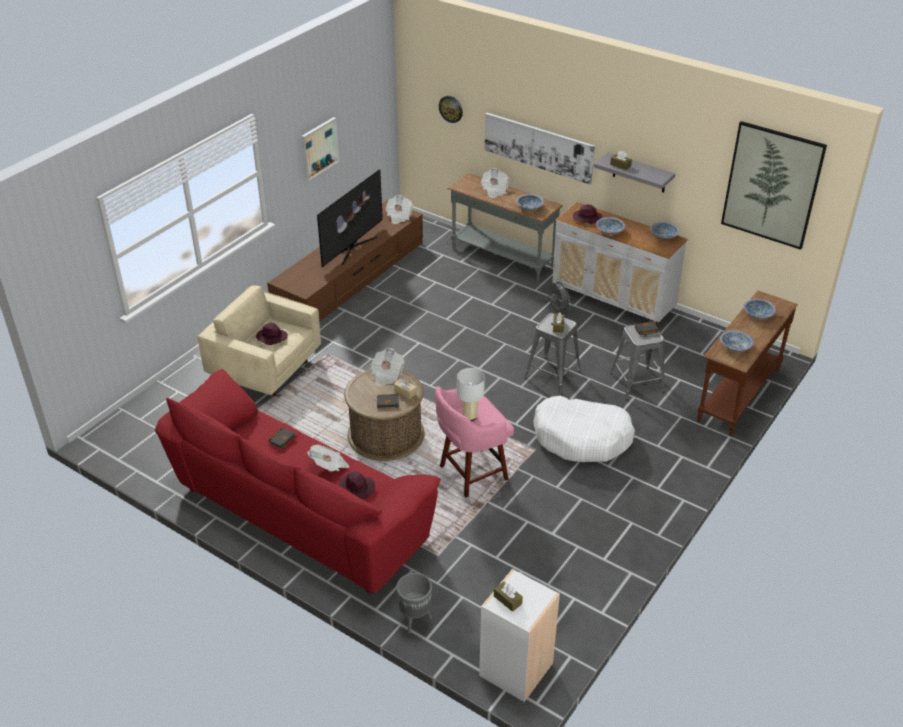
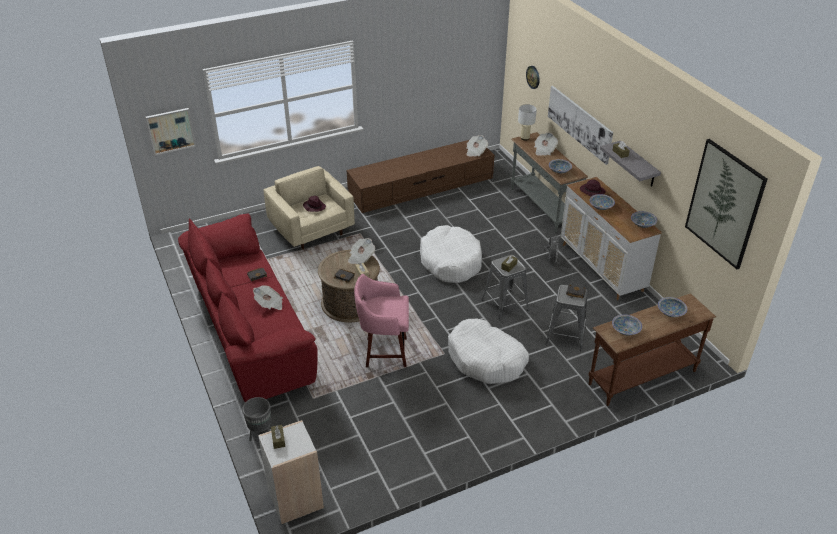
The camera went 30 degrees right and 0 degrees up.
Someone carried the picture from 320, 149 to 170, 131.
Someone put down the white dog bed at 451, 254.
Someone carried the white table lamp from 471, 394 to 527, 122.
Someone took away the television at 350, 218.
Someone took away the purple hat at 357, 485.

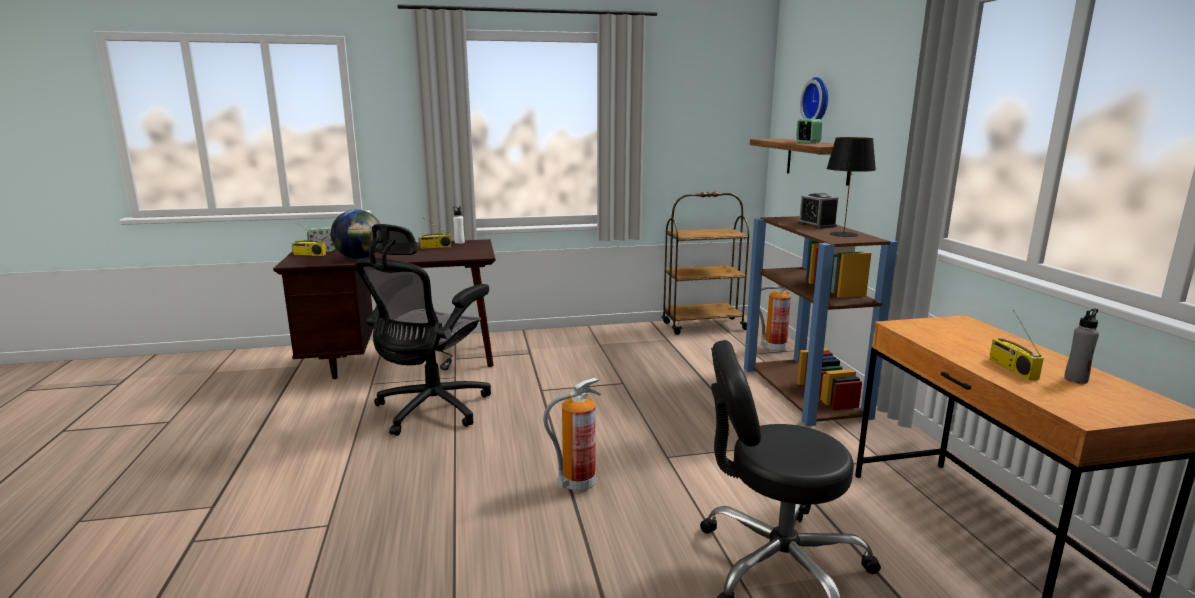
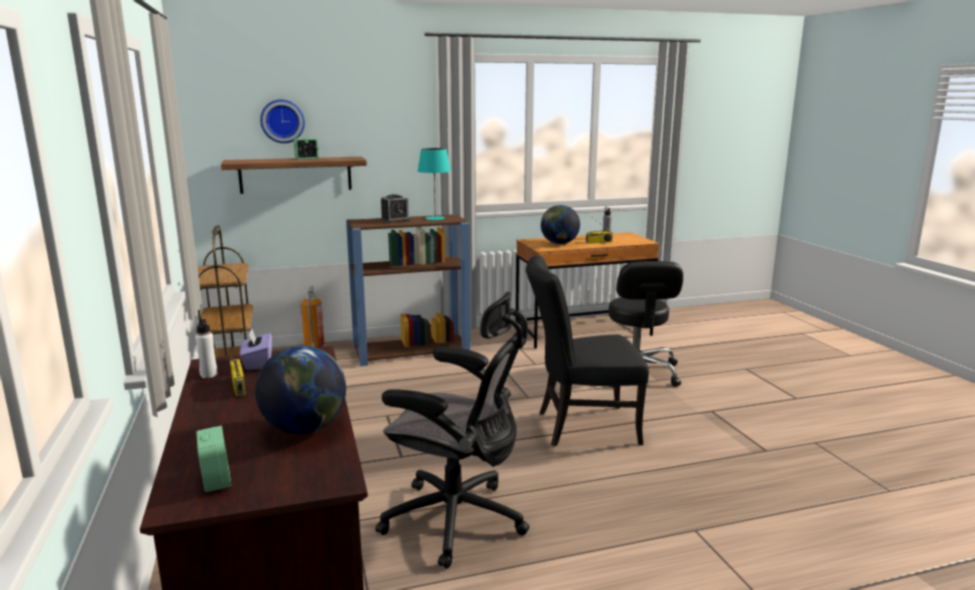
The camera went 95 degrees left and 0 degrees up.
Someone put down the purple tissue box at 256, 349.
Someone repainted the black table lamp at 851, 187, which became the turquoise table lamp at 434, 184.
Someone swapped the fire extinguisher at 572, 434 for the black chair at 587, 350.
Someone put down the globe at 560, 224.
Someone took away the radio at 309, 240.

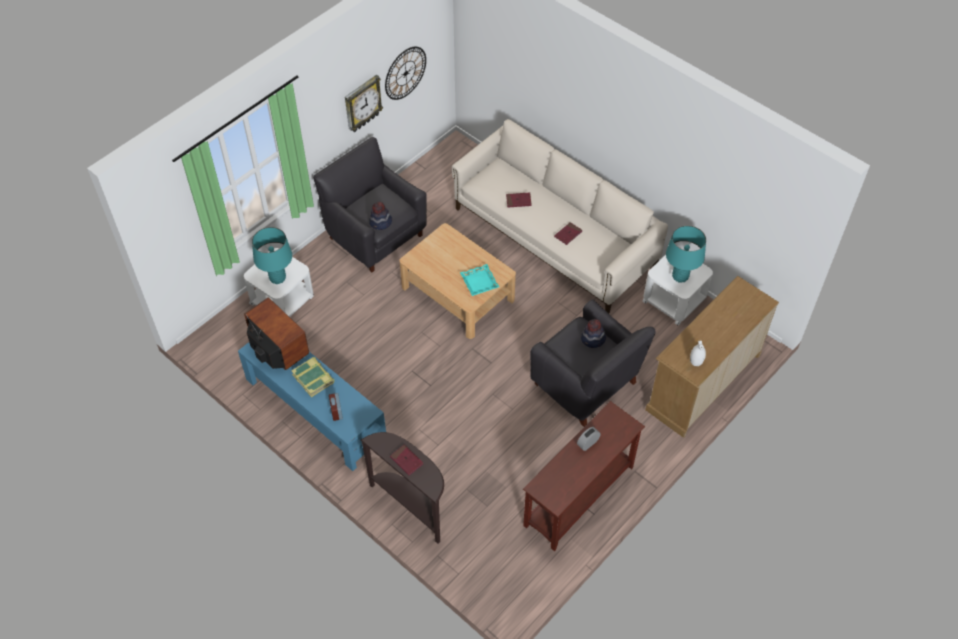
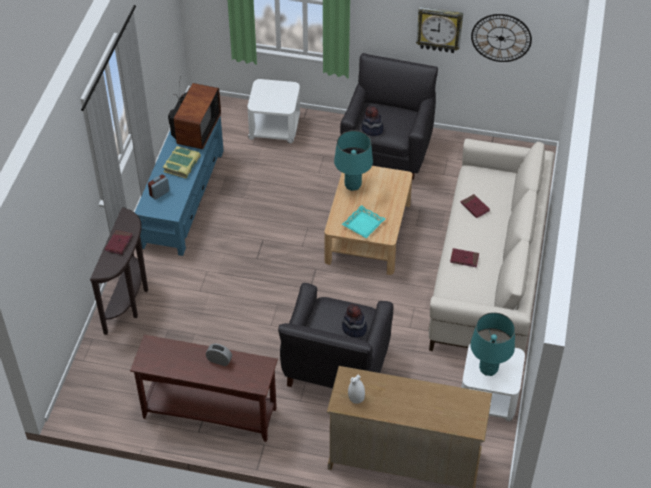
The camera went 60 degrees right and 5 degrees down.
Someone carried the turquoise table lamp from 272, 255 to 353, 160.

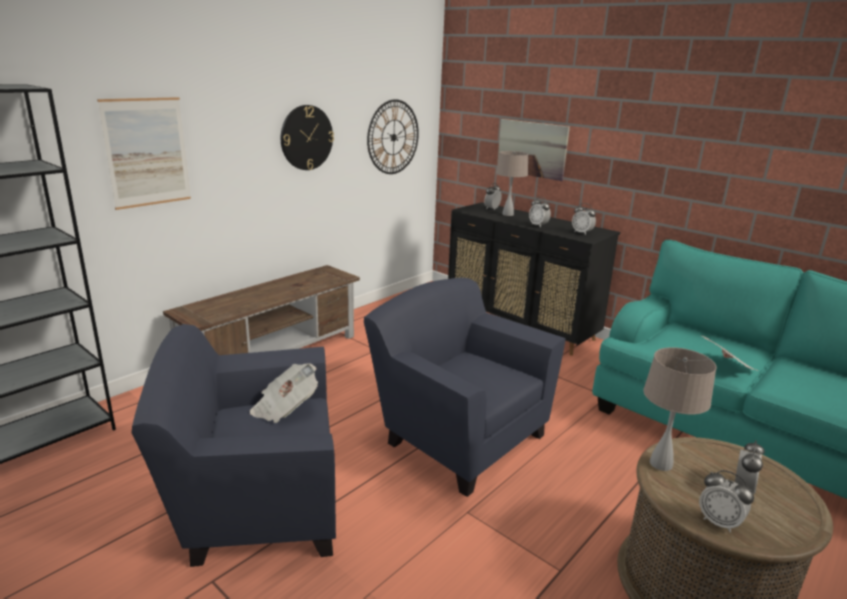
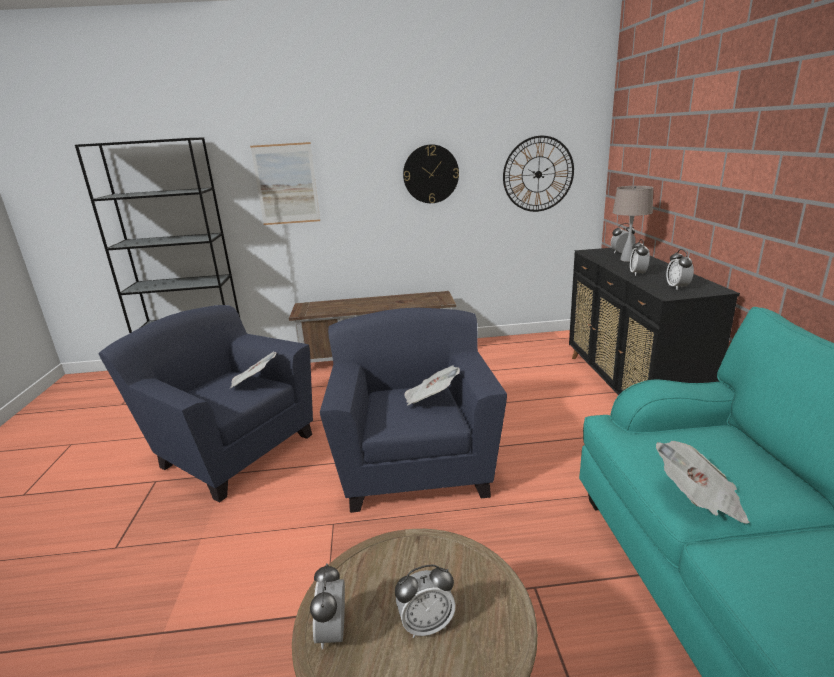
The camera went 45 degrees right and 0 degrees up.
Someone put down the newspaper at 432, 385.
Someone took away the picture at 533, 150.
Someone took away the beige table lamp at 680, 409.

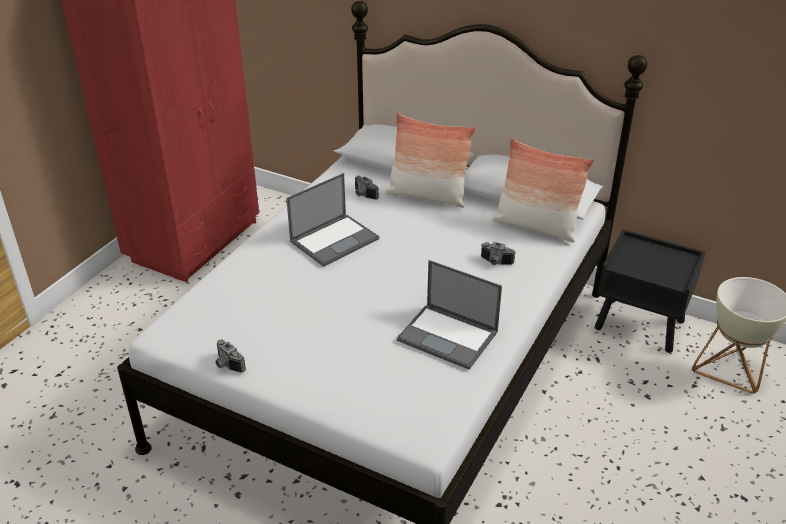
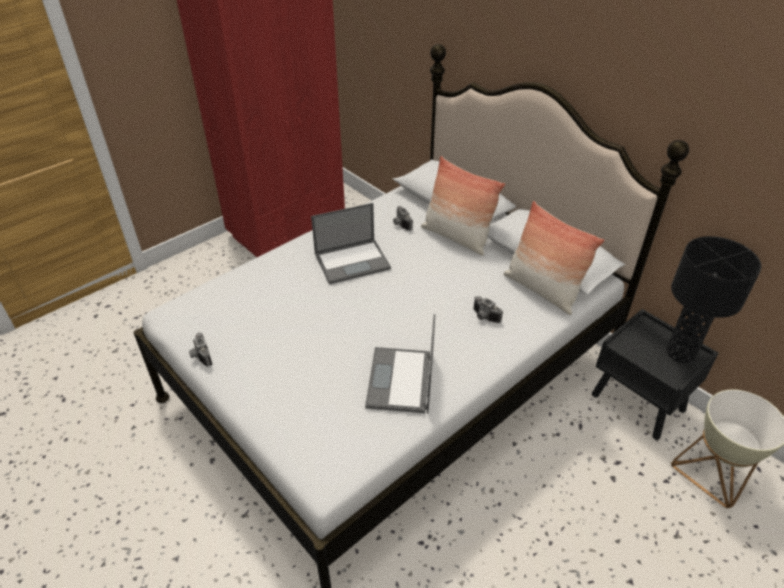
The camera went 20 degrees right and 5 degrees up.
Someone rotated the laptop at 449, 315 by 45 degrees clockwise.
Someone put down the black table lamp at 714, 299.

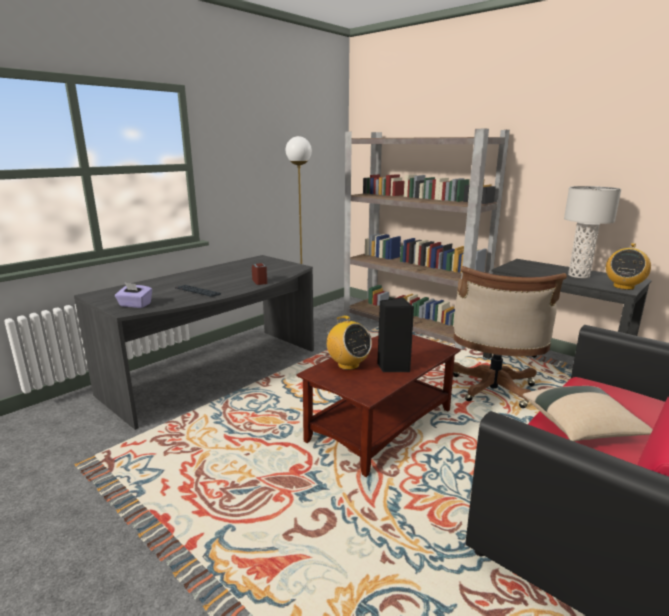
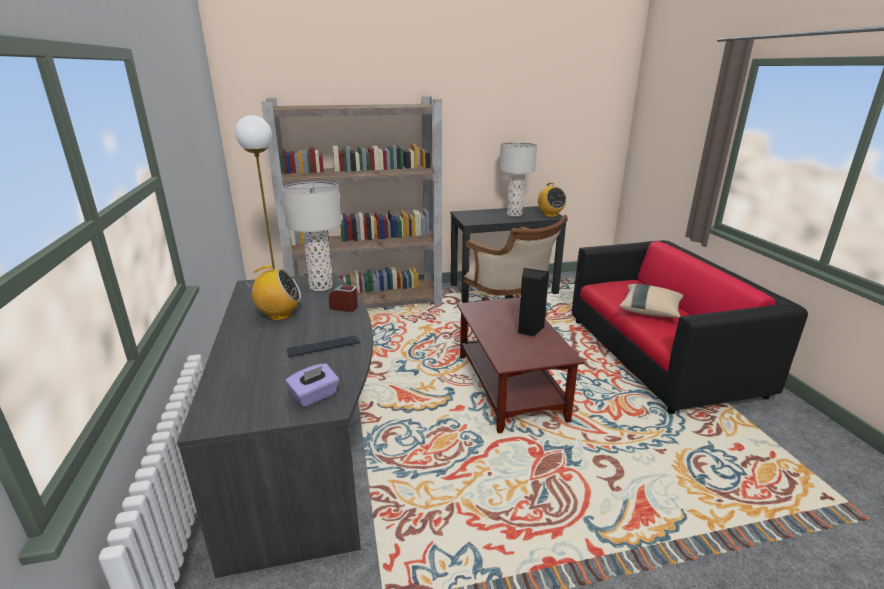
The camera went 55 degrees left and 5 degrees up.
Someone carried the radio from 348, 343 to 276, 293.
Someone put down the white table lamp at 312, 236.

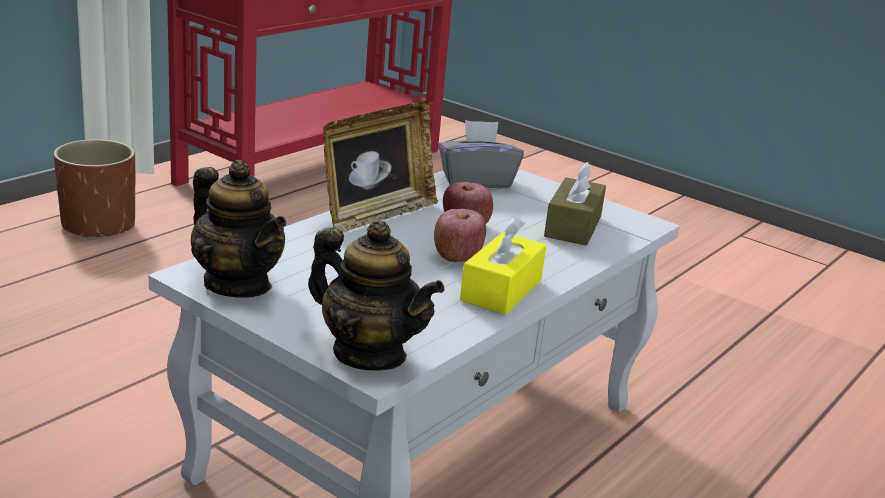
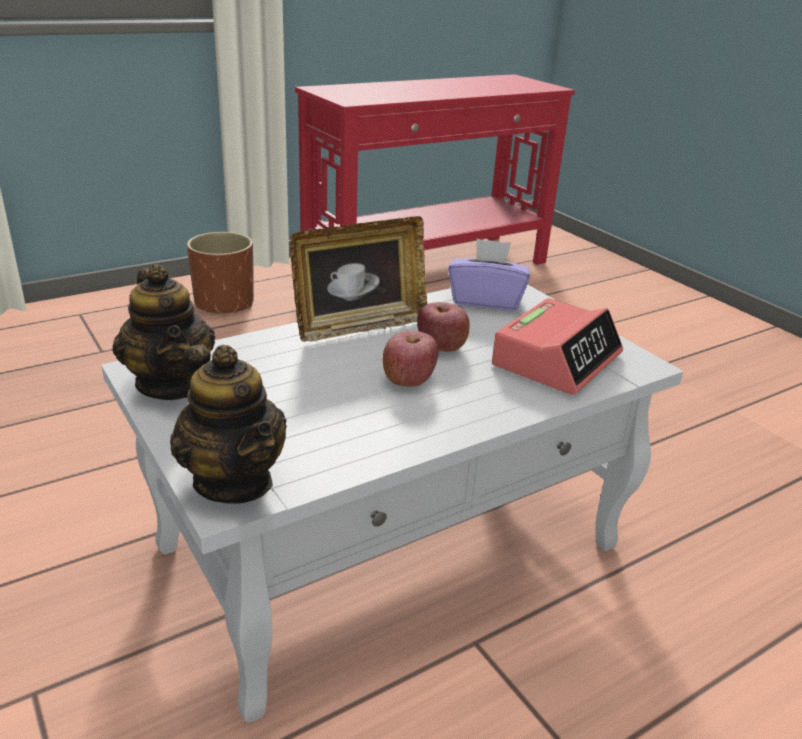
The camera went 20 degrees right and 5 degrees up.
Someone repainted the grey tissue box at 481, 154, which became the purple tissue box at 489, 274.
Someone swapped the brown tissue box at 575, 204 for the alarm clock at 557, 346.
Someone took away the yellow tissue box at 503, 266.

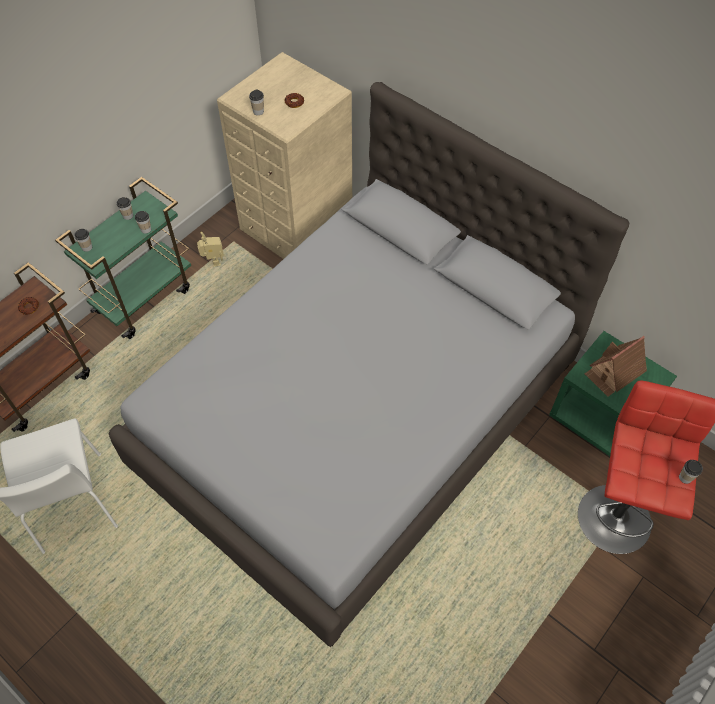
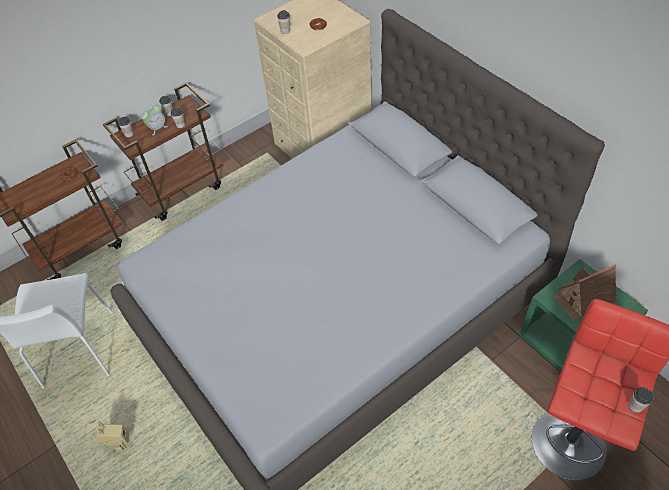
The camera went 15 degrees right and 5 degrees down.
Someone carried the toy robot from 210, 249 to 111, 436.
Someone repainted the green cart at 123, 258, which became the brown cart at 163, 151.
Someone put down the alarm clock at 154, 120.

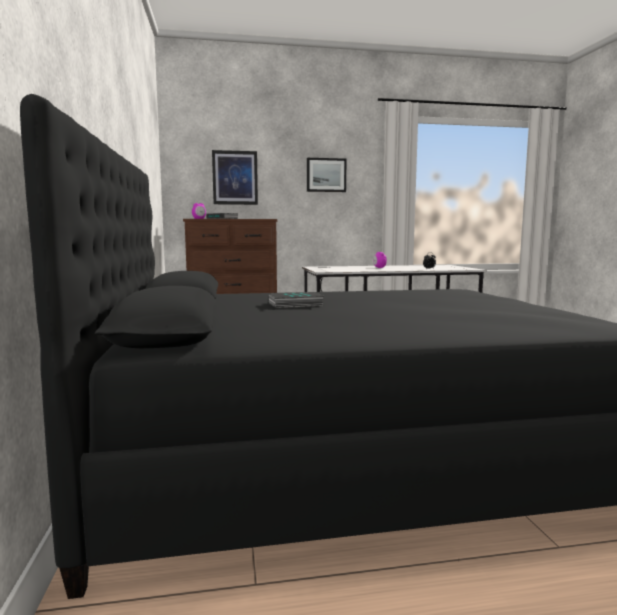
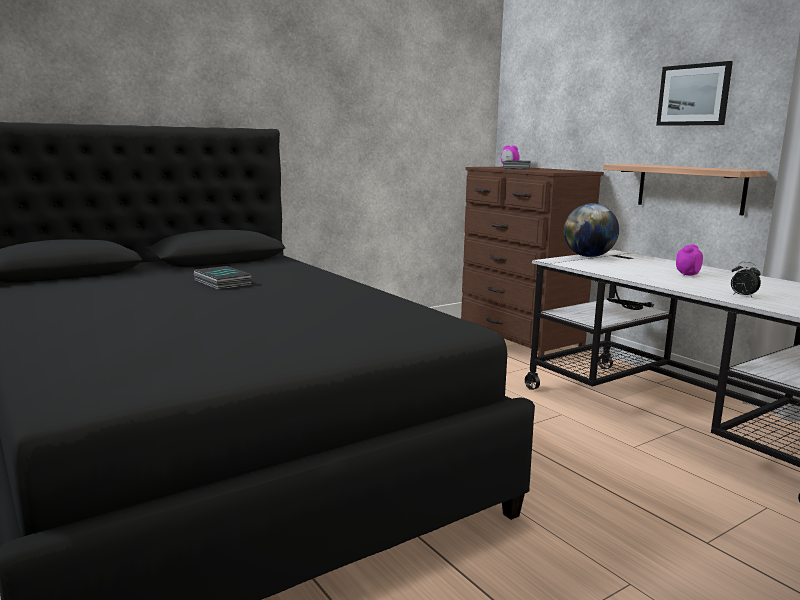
The camera went 65 degrees right and 5 degrees up.
Someone put down the globe at 591, 230.
Someone put up the shelf at 685, 189.
Someone took away the picture at 235, 177.

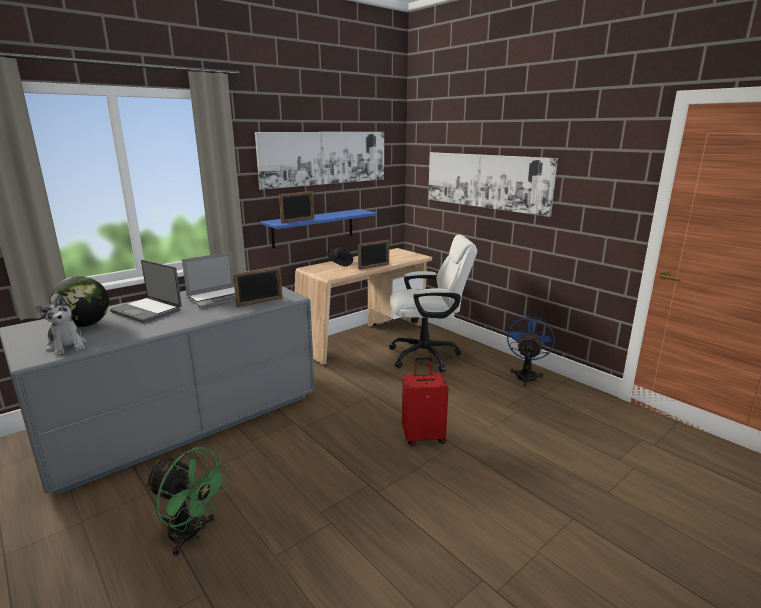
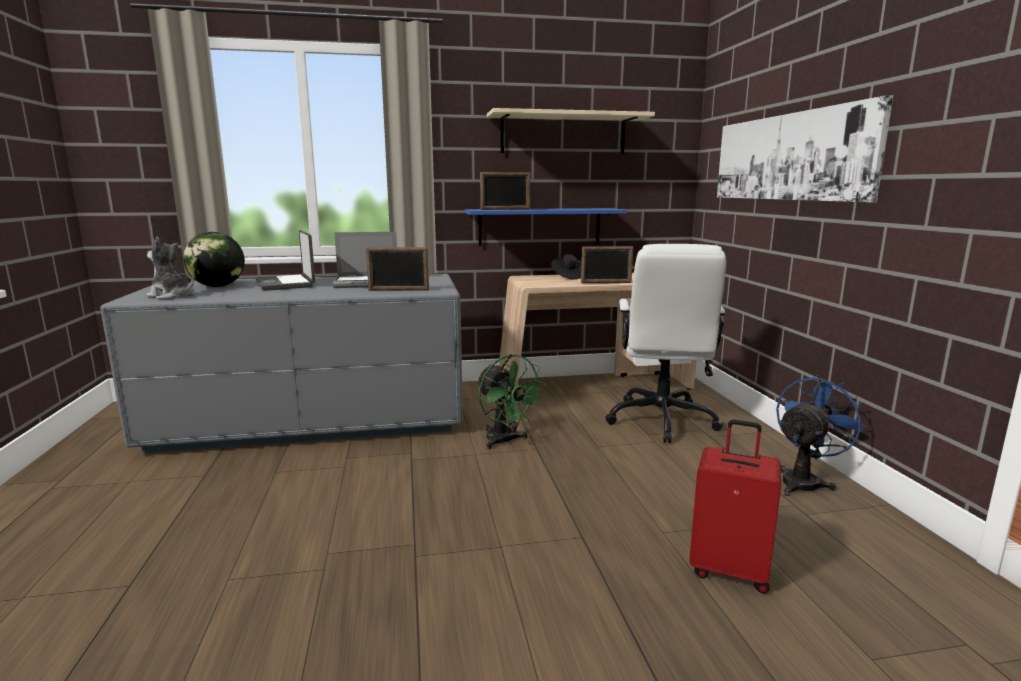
The camera went 30 degrees right and 5 degrees down.
Someone rotated the plush toy at 61, 324 by 120 degrees clockwise.
Someone carried the green fan from 187, 501 to 511, 401.
Someone swapped the picture at 319, 160 for the beige shelf at 571, 131.
Someone rotated the white office chair at 433, 303 by 75 degrees clockwise.
Someone carried the red suitcase from 425, 401 to 735, 506.

